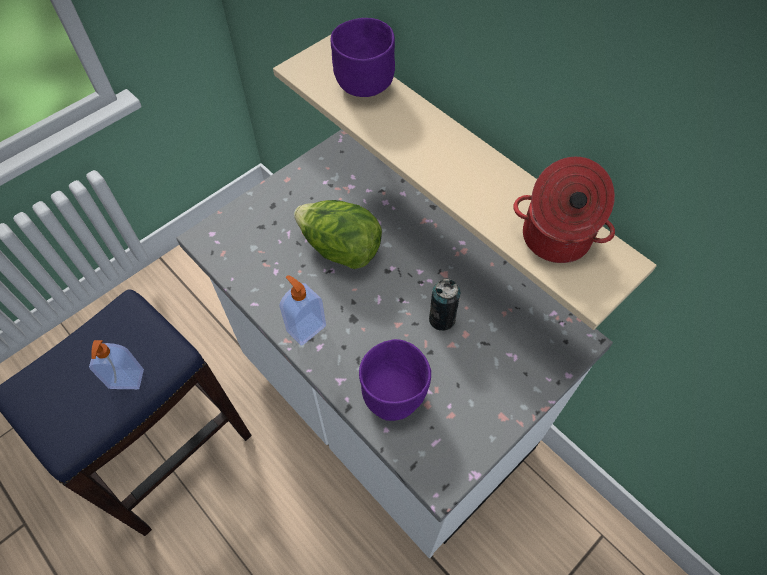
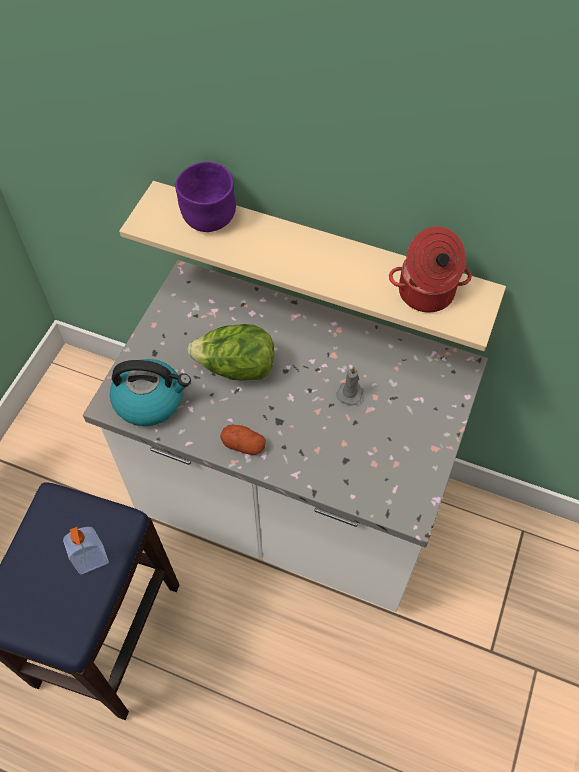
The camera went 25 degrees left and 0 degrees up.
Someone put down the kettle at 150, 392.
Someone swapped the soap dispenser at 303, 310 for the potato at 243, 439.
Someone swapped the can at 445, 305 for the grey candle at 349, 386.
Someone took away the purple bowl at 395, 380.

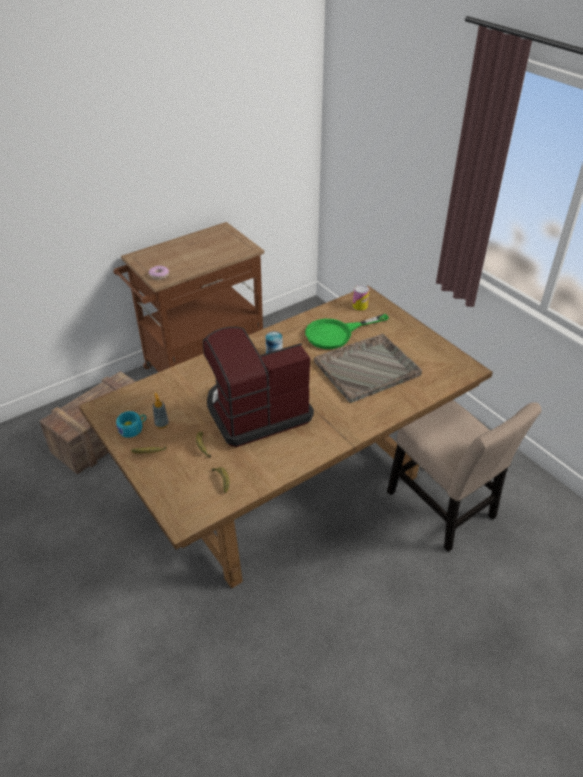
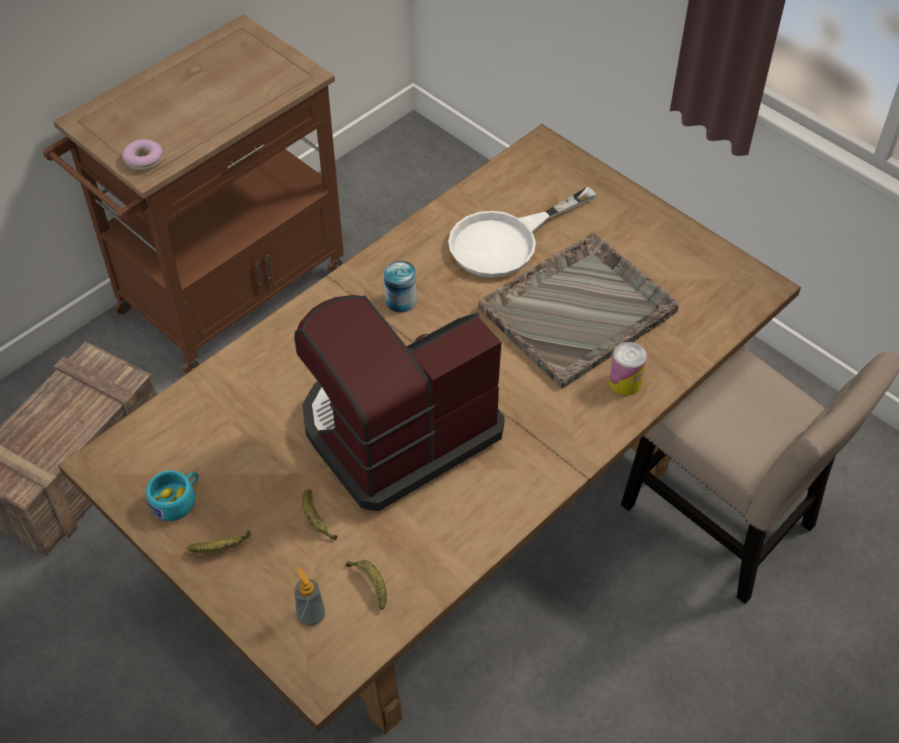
The camera went 10 degrees left and 10 degrees up.
Someone carried the soap dispenser from 160, 411 to 310, 596.
Someone repainted the green frying pan at 347, 331, which became the white frying pan at 522, 232.
Someone carried the can from 361, 298 to 628, 369.

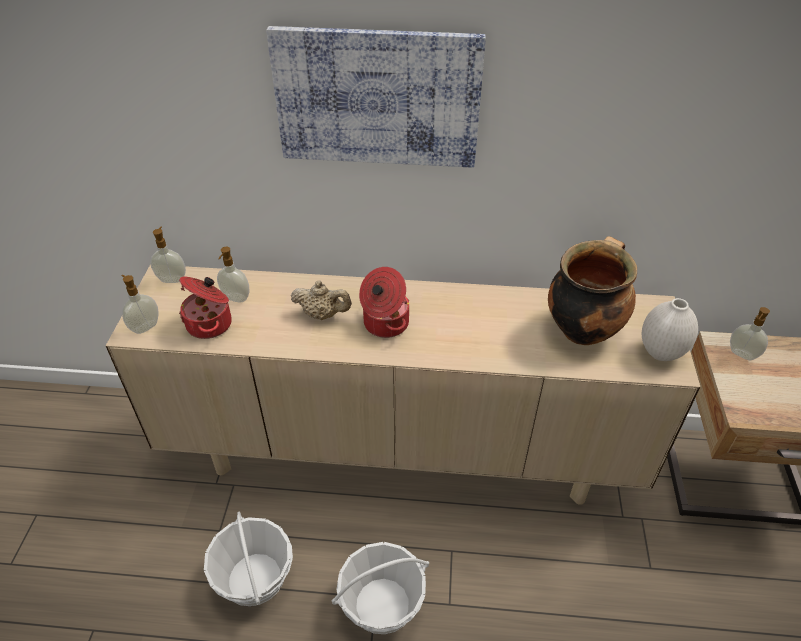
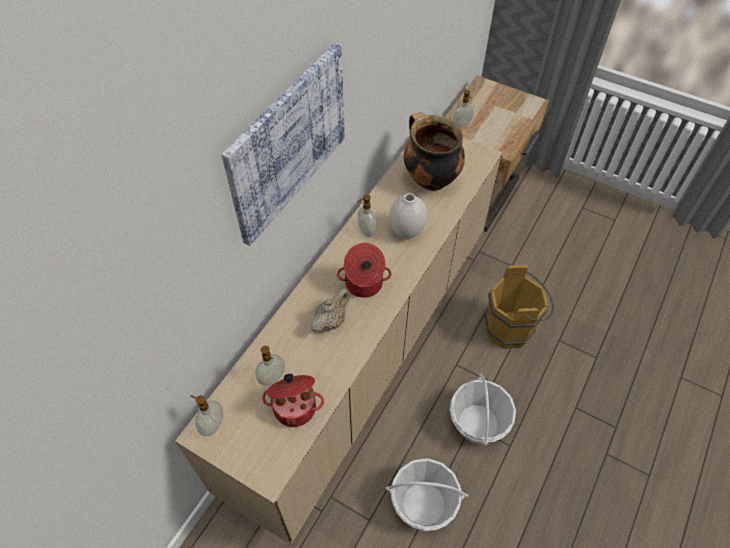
The camera went 65 degrees left and 10 degrees up.
Someone carried the soap dispenser from 140, 304 to 366, 215.
Someone carried the white vase from 670, 329 to 408, 215.
Someone put down the brown bucket at 519, 307.

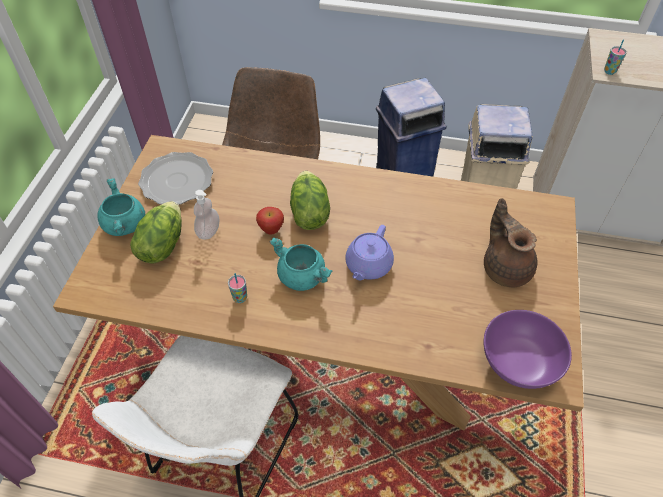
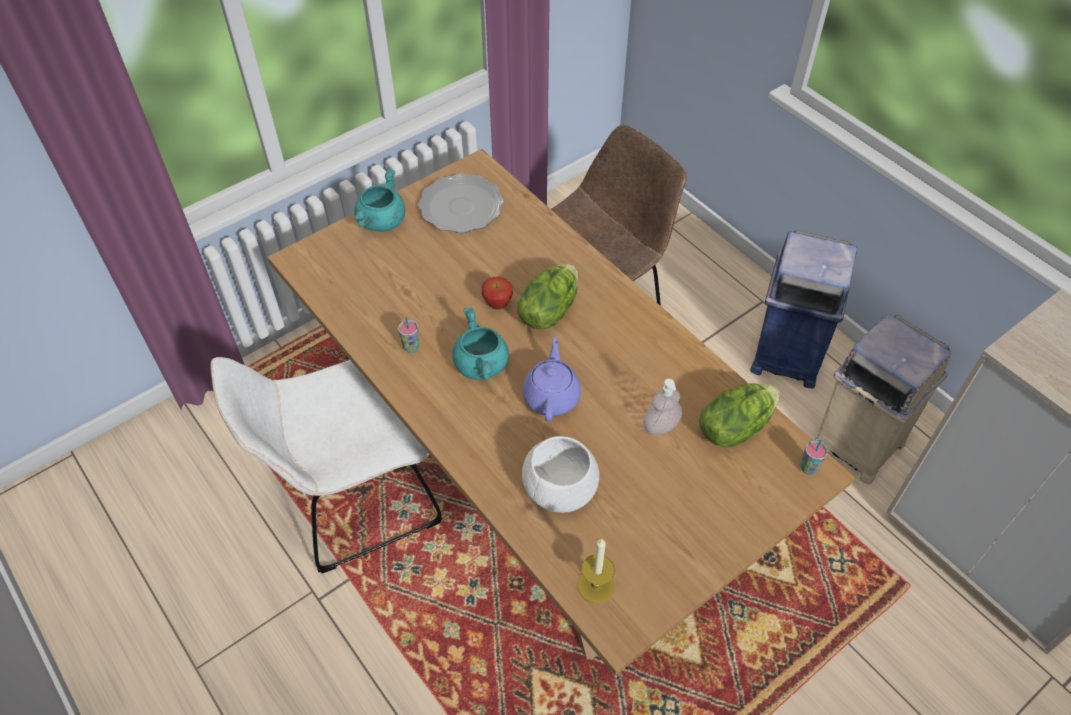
The camera went 40 degrees right and 0 degrees up.
Someone put down the white bowl at 560, 474.
Someone rotated the purple teapot at 369, 252 by 120 degrees clockwise.
Someone swapped the purple bowl at 527, 349 for the candle at 596, 571.
Someone carried the soap dispenser from 206, 214 to 662, 407.
Someone carried the lettuce from 156, 232 to 739, 415.
Someone carried the cup from 615, 57 to 814, 457.
Someone took away the brown teapot at 511, 242.

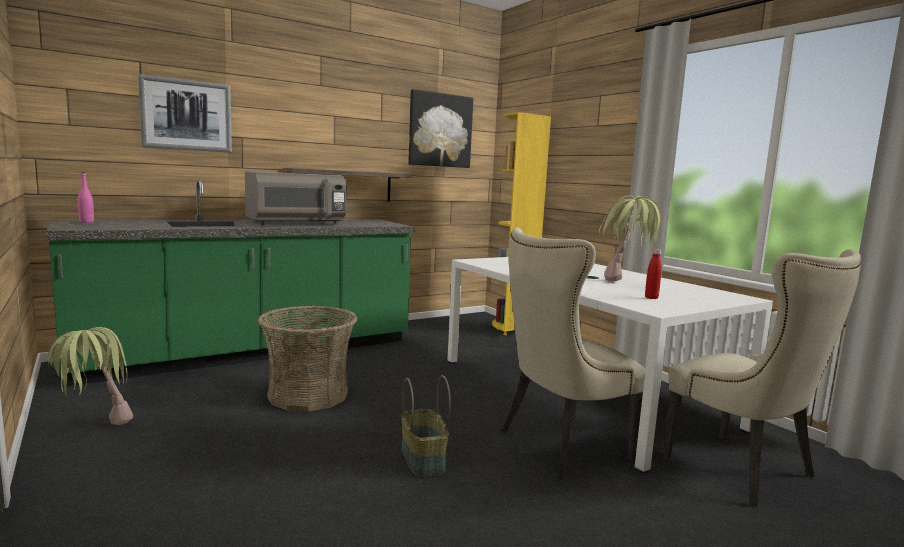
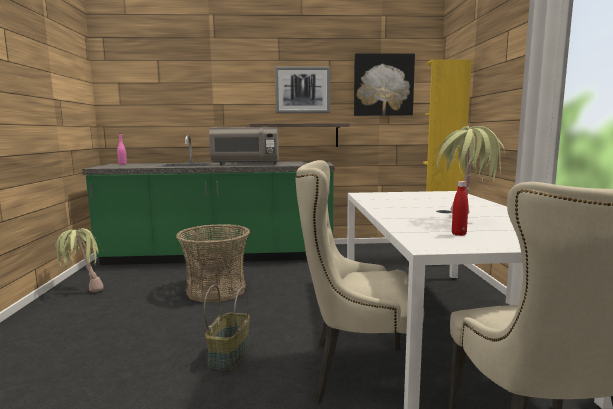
The camera went 30 degrees right and 0 degrees up.
Someone carried the picture from 185, 113 to 302, 89.

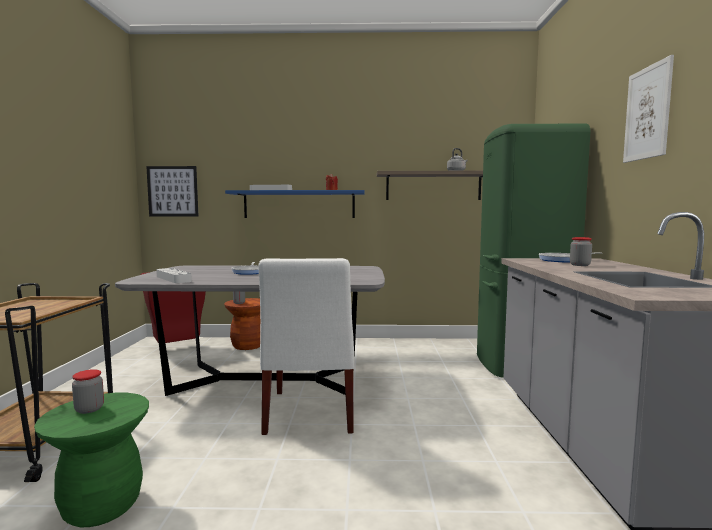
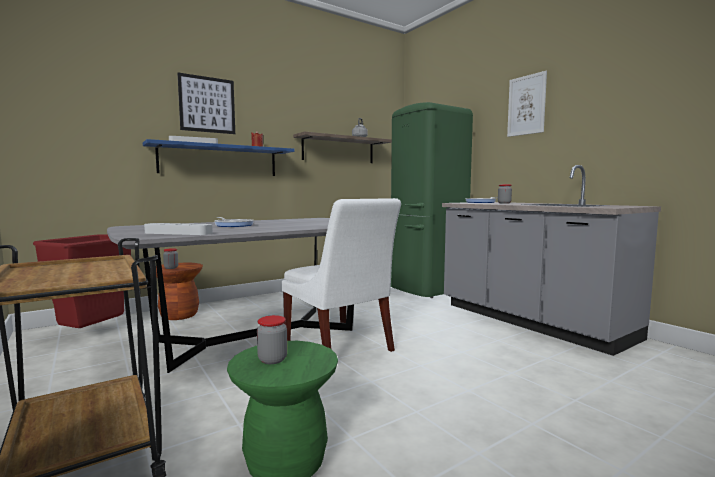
The camera went 35 degrees left and 0 degrees up.
Someone carried the picture from 172, 191 to 206, 103.

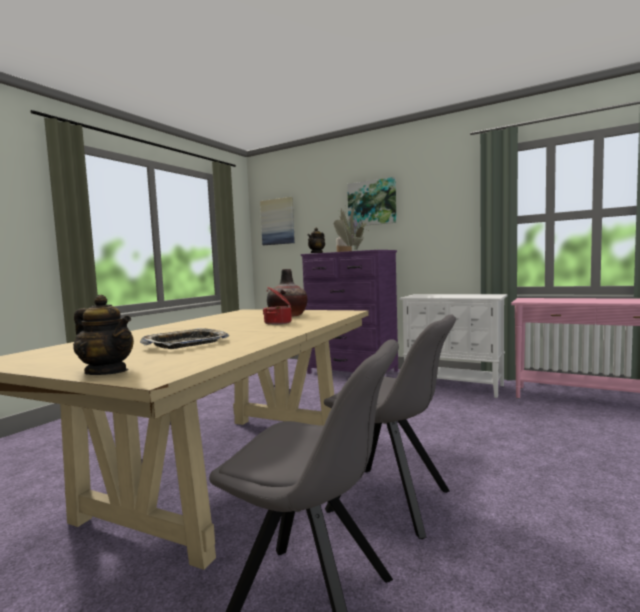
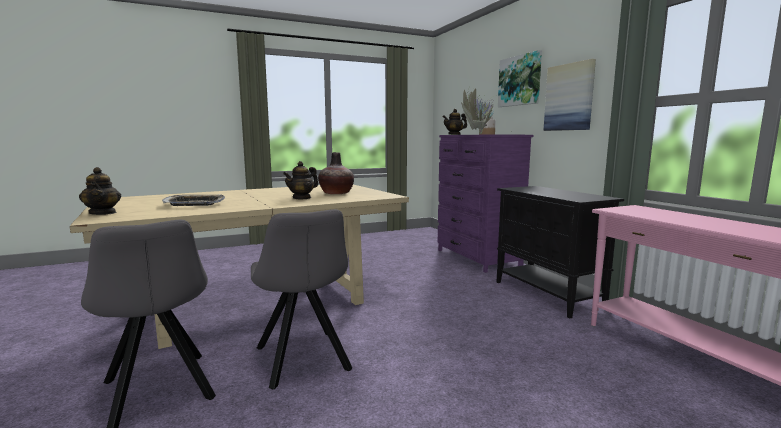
The camera went 35 degrees right and 5 degrees up.
Someone swapped the cooking pot at 277, 306 for the teapot at 300, 180.
Someone repainted the white cabinet at 453, 346, which became the black cabinet at 560, 252.
Someone carried the picture from 277, 221 to 569, 95.

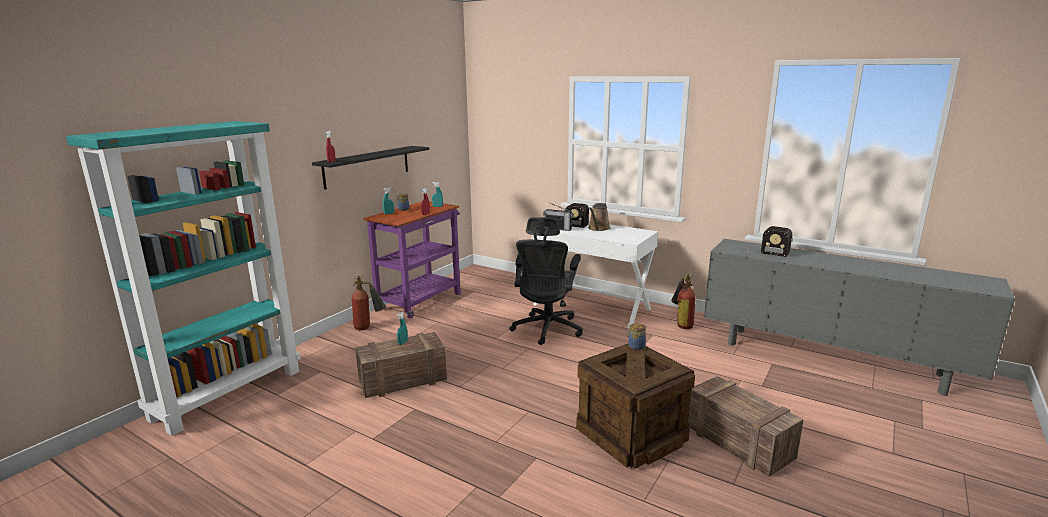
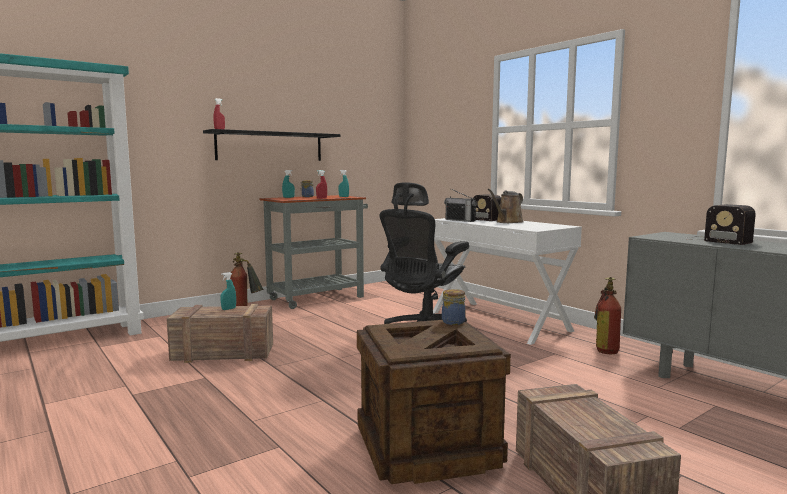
The camera went 20 degrees right and 10 degrees down.
Someone repainted the purple cart at 412, 259, which became the grey cart at 313, 252.

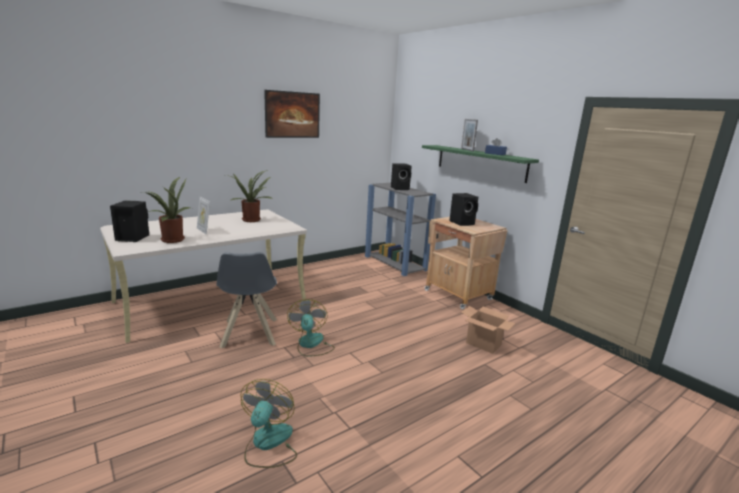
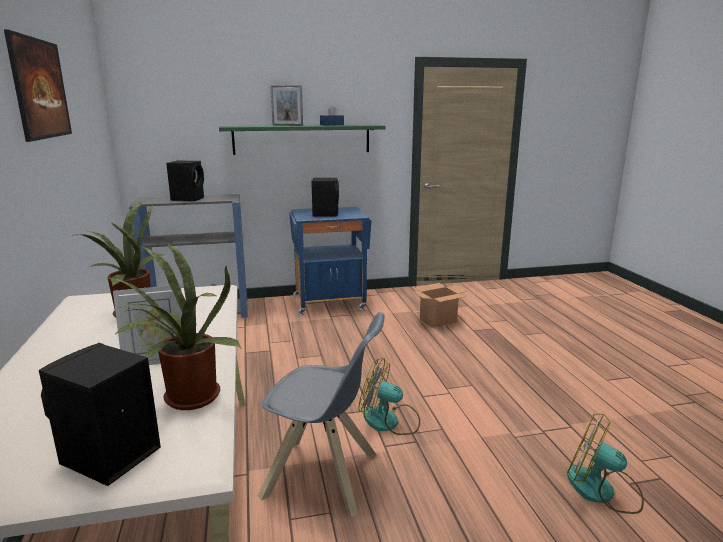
The camera went 65 degrees left and 0 degrees up.
Someone repainted the brown cart at 466, 263, which became the blue cart at 330, 261.

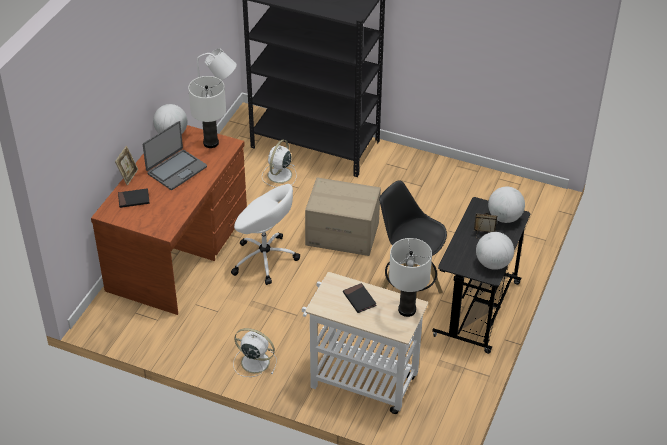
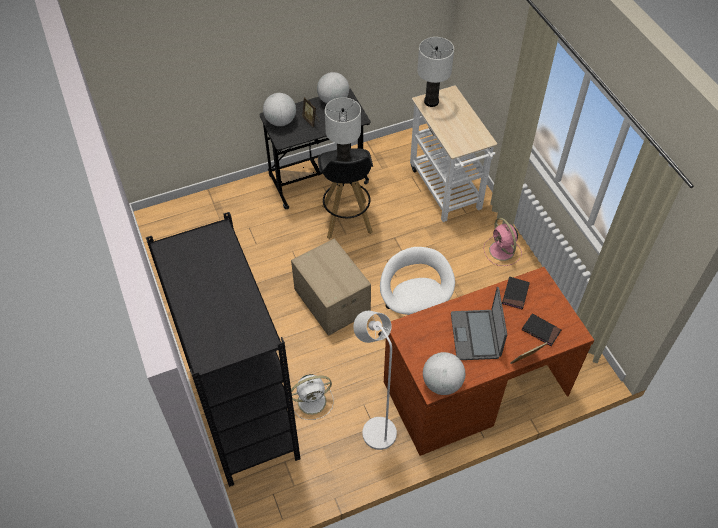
The camera went 135 degrees left and 10 degrees up.
Someone carried the white table lamp from 207, 112 to 343, 129.
Someone rotated the laptop at 175, 155 by 90 degrees counterclockwise.
Someone repainted the white fan at 254, 352, which became the pink fan at 502, 242.
Someone carried the black book from 360, 298 to 516, 293.

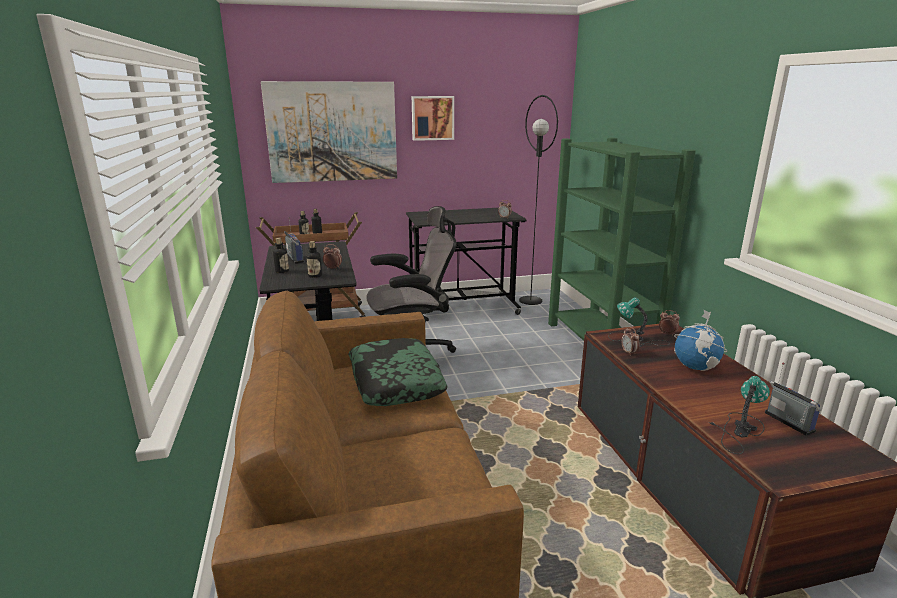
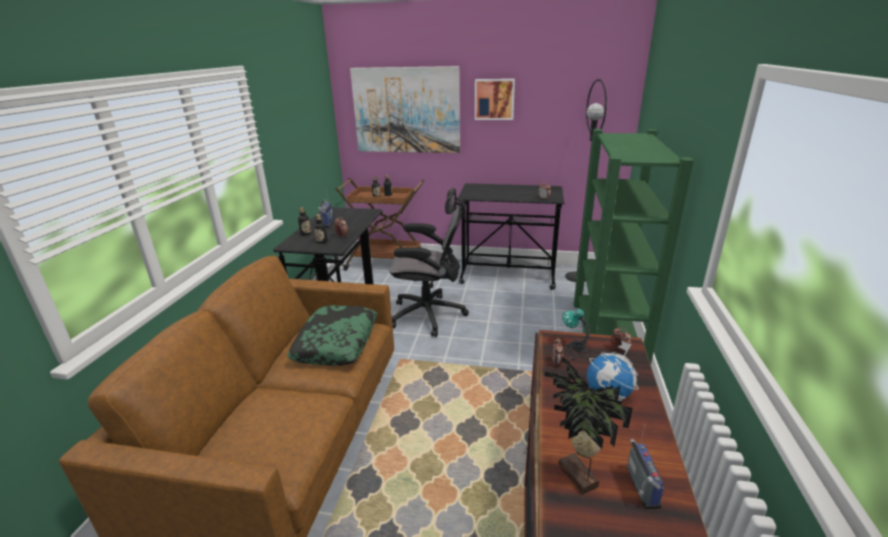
The camera went 25 degrees right and 5 degrees up.
Someone swapped the table lamp at 740, 415 for the potted plant at 589, 425.

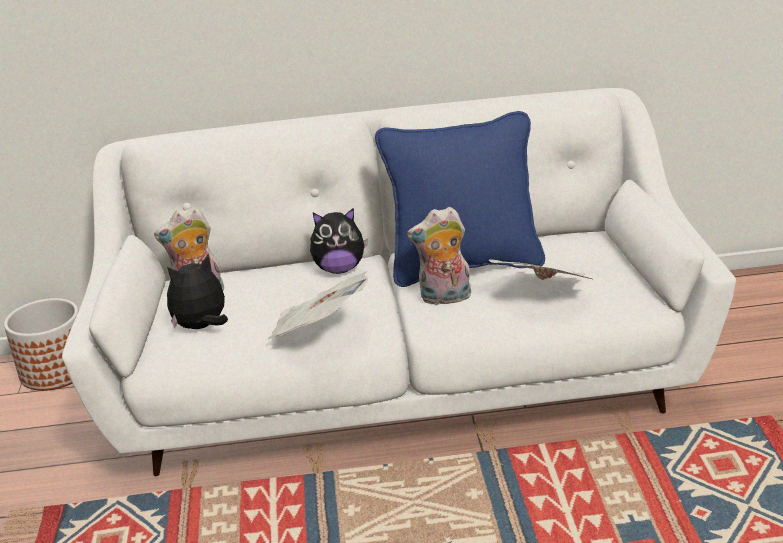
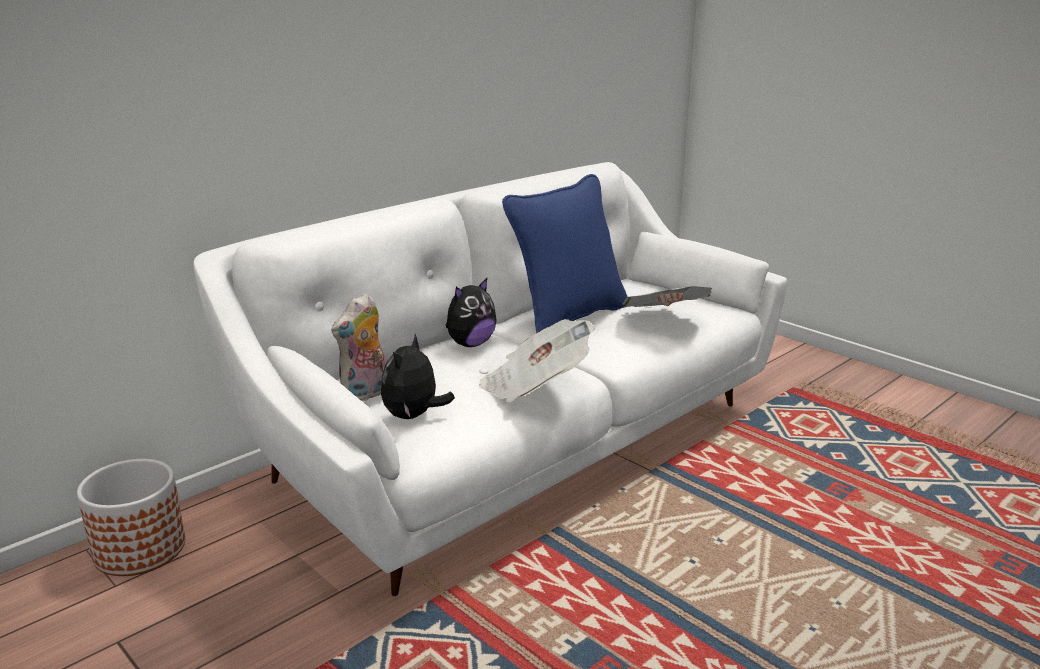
The camera went 40 degrees left and 5 degrees down.
Someone took away the plush toy at 439, 256.

